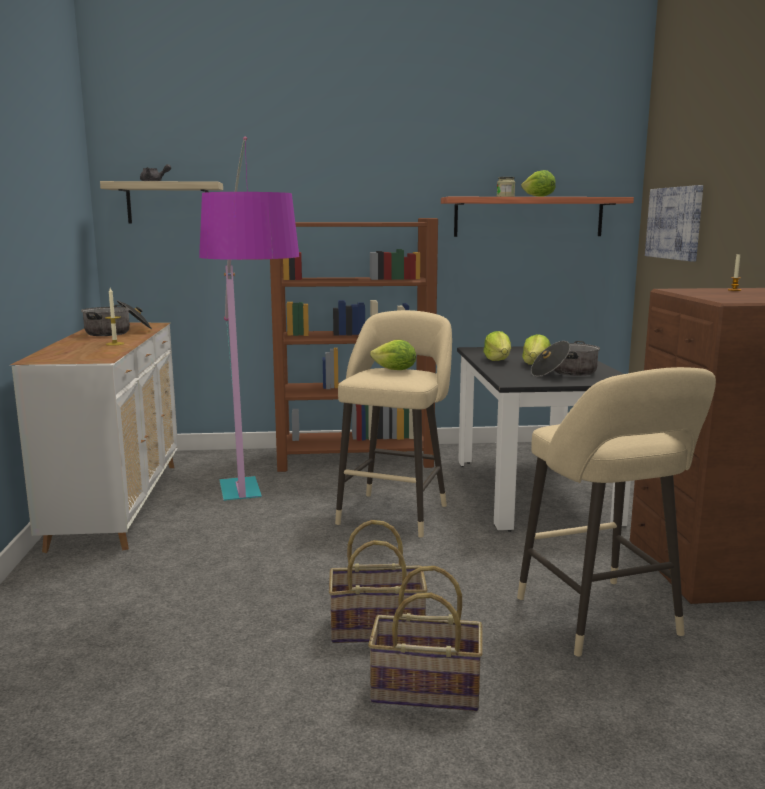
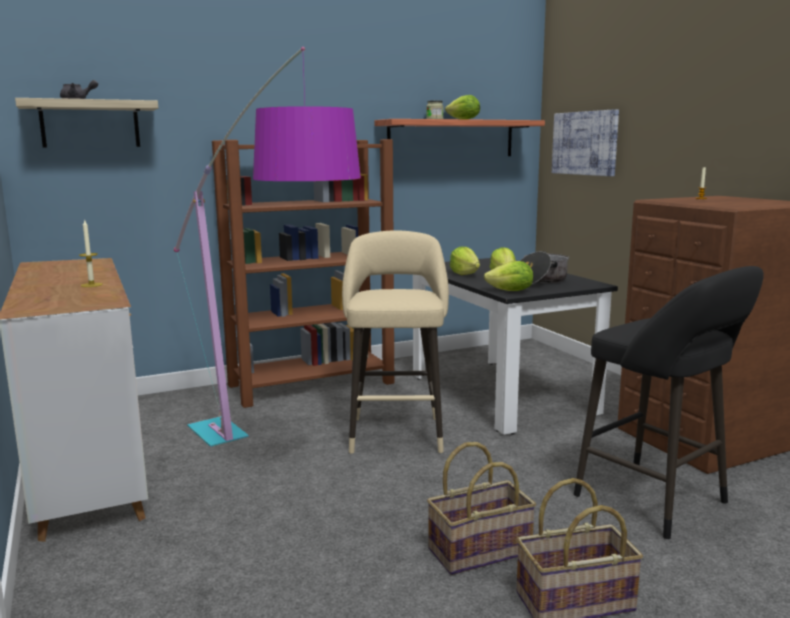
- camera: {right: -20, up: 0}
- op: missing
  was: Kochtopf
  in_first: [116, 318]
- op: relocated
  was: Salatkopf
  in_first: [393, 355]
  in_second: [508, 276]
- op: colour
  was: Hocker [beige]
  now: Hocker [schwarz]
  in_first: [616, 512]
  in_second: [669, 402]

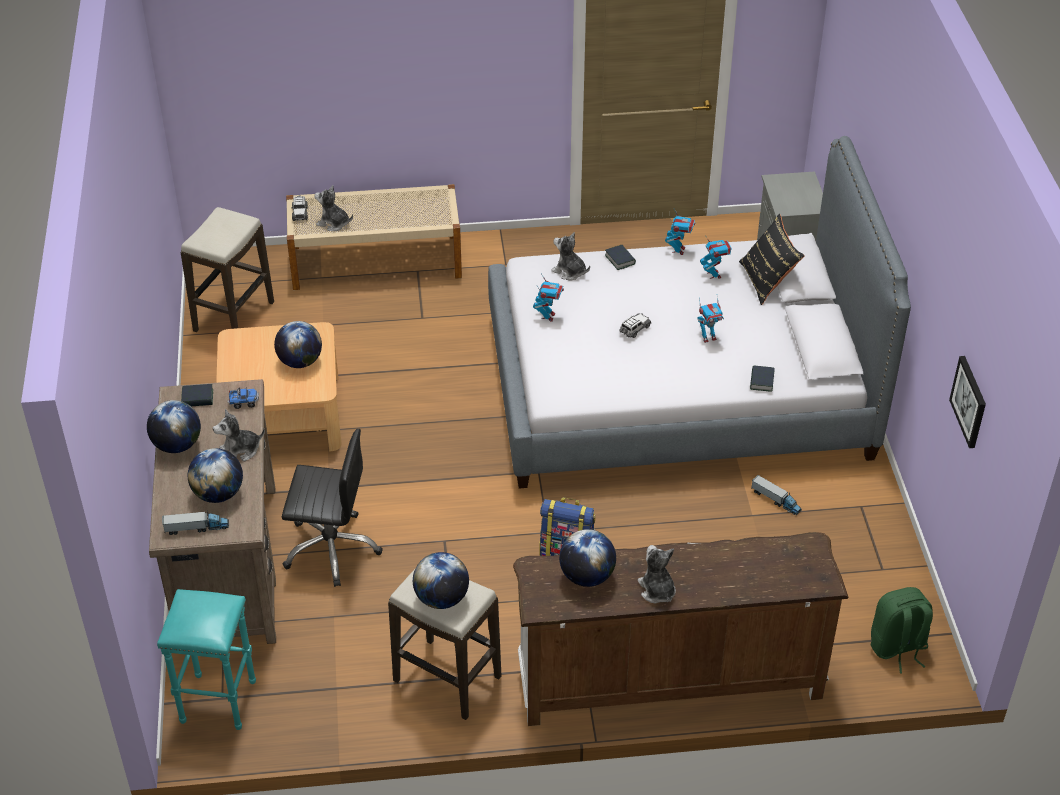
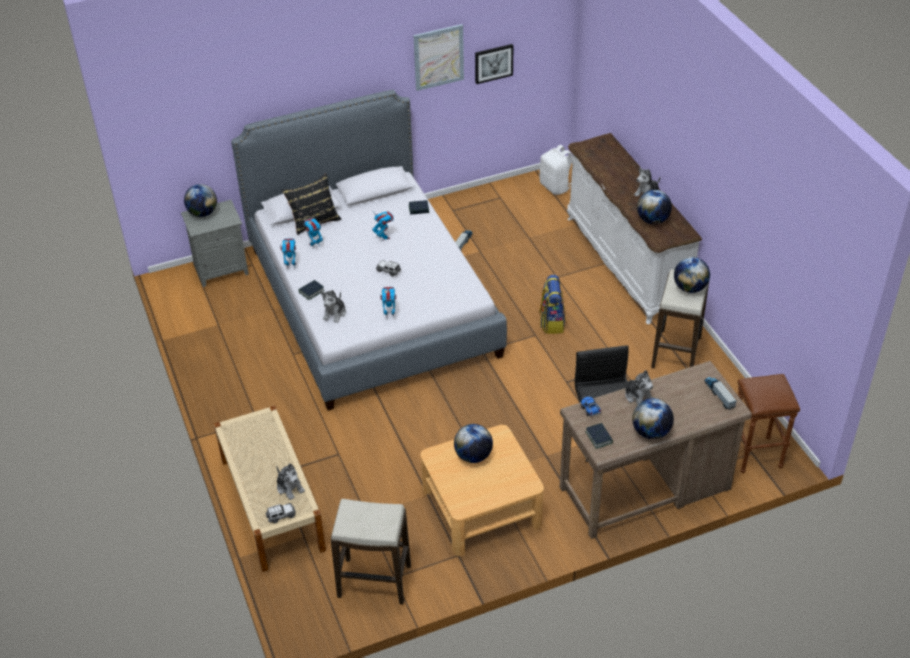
- camera: {right: -105, up: 0}
- op: appeared
  now: Bild
  in_second: [438, 57]
- op: relocated
  was: Globus
  in_first: [215, 475]
  in_second: [200, 200]
- op: colour
  was: Hocker [türkis]
  now: Hocker [braun]
  in_first: [206, 659]
  in_second: [769, 423]
- op: colour
  was: Rucksack [grün]
  now: Rucksack [weiß]
  in_first: [902, 630]
  in_second: [556, 170]
- op: spun
  was: Plüschtier
  in_first: [334, 208]
  in_second: [290, 481]
  clockwise: -45

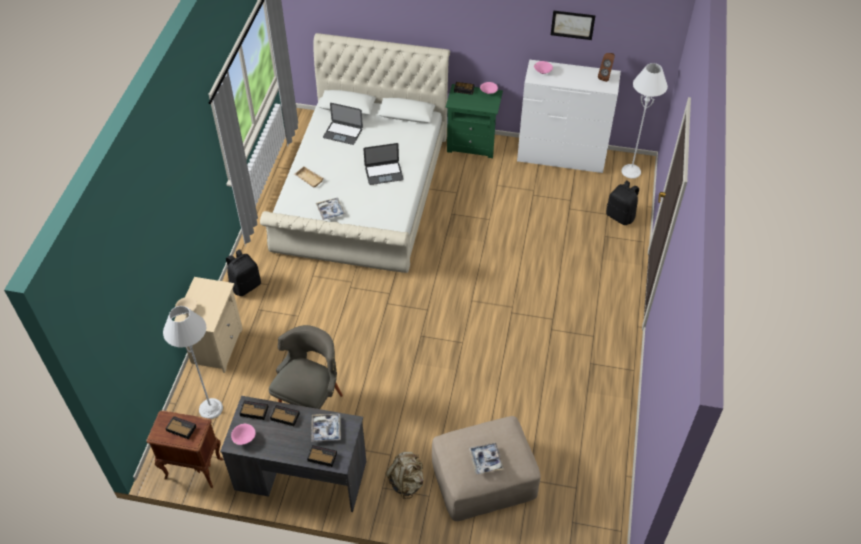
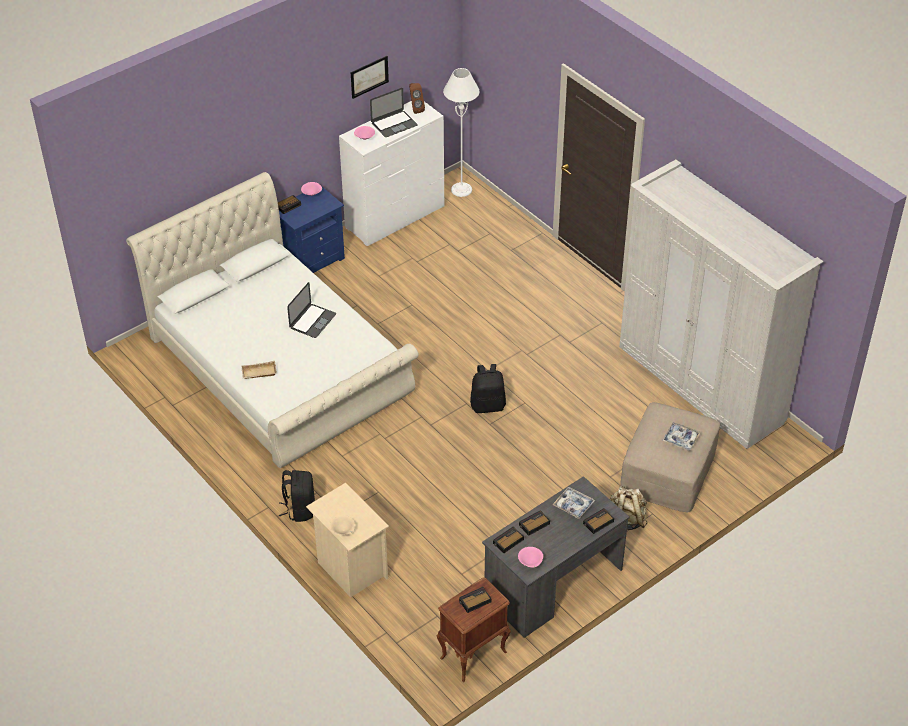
- camera: {right: -50, up: -5}
- op: missing
  was: Stehlampe [grau]
  in_first: [193, 362]
- op: missing
  was: Stuhl [grau]
  in_first: [306, 367]
- op: missing
  was: Tablett
  in_first: [330, 209]
- op: appeared
  now: Kleiderschrank [weiß]
  in_second: [721, 304]
- op: relocated
  was: Laptop
  in_first: [343, 124]
  in_second: [394, 112]
- op: relocated
  was: Rucksack [schwarz]
  in_first: [622, 202]
  in_second: [488, 388]
- op: colour
  was: Nachttisch [grün]
  now: Nachttisch [blau]
  in_first: [474, 121]
  in_second: [312, 230]

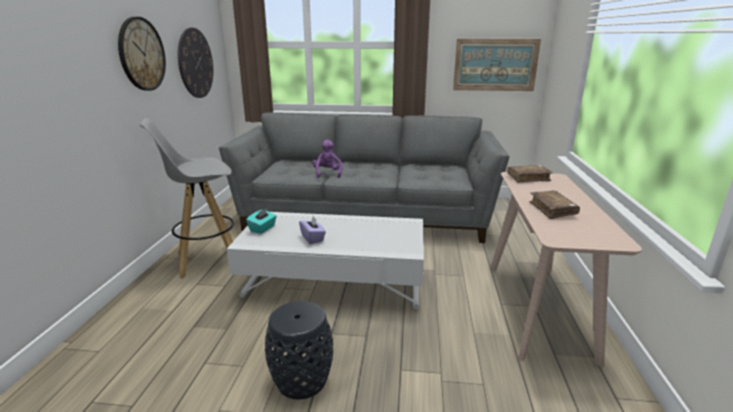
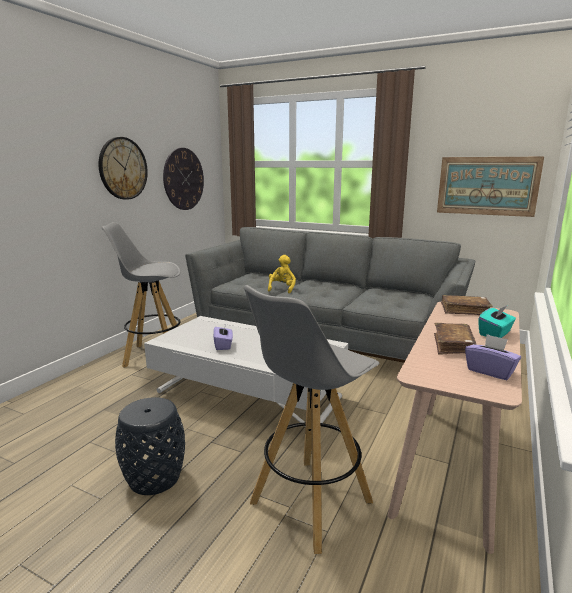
- camera: {right: 20, up: -5}
- op: appeared
  now: Hocker [grau]
  in_second: [311, 419]
- op: appeared
  now: Taschentuchbox [lila]
  in_second: [493, 357]
- op: relocated
  was: Taschentuchbox [türkis]
  in_first: [261, 221]
  in_second: [497, 322]
- op: colour
  was: Plüschtier [lila]
  now: Plüschtier [gelb]
  in_first: [327, 159]
  in_second: [282, 274]

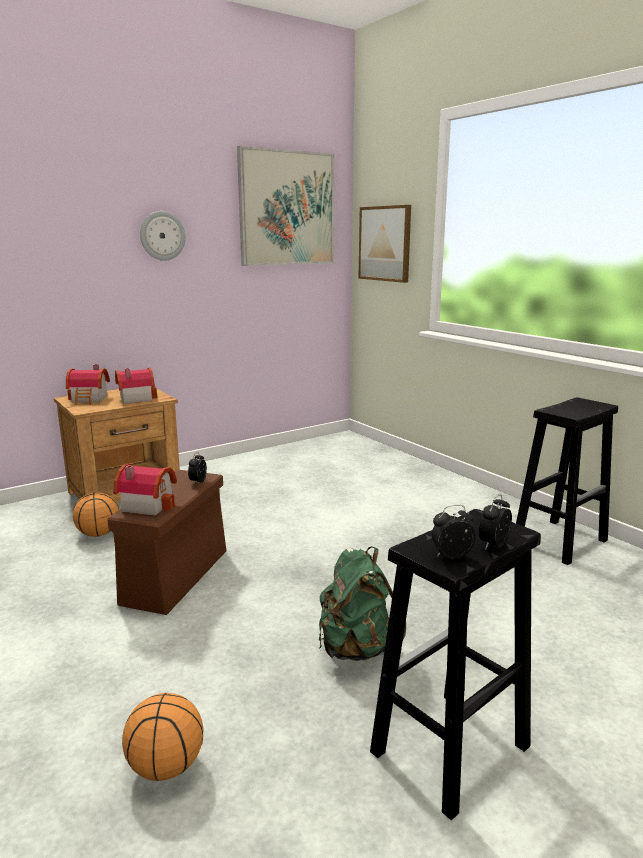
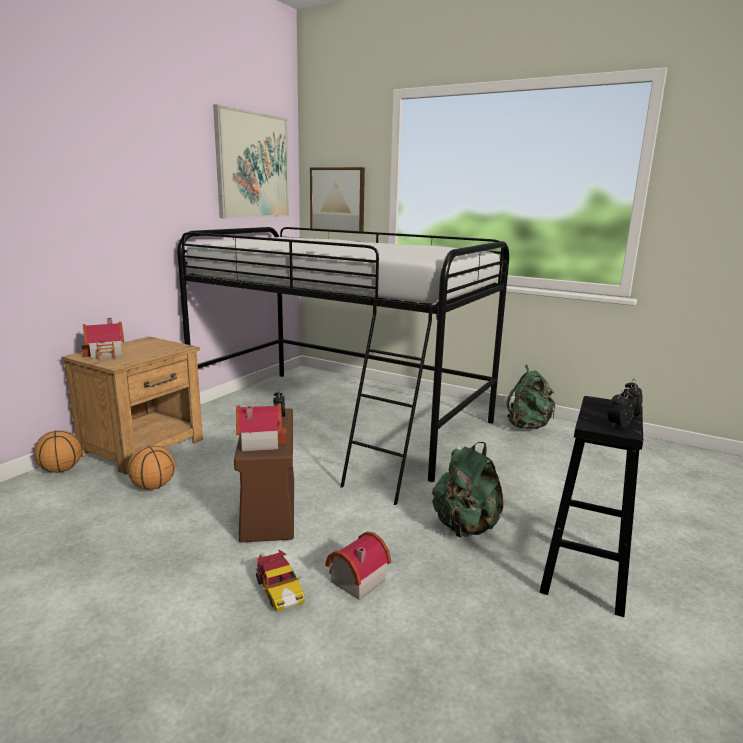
- camera: {right: -25, up: 0}
- op: missing
  was: Wanduhr
  in_first: [163, 236]
- op: appeared
  now: Bett [schwarz]
  in_second: [343, 366]
- op: appeared
  now: Spielzeugauto
  in_second: [280, 581]
- op: relocated
  was: Spielzeughaus
  in_first: [136, 386]
  in_second: [358, 565]
- op: relocated
  was: Basketball
  in_first: [162, 737]
  in_second: [58, 451]
- op: exchanged
  was: Hocker [schwarz]
  now: Rucksack [grün]
  in_first: [567, 481]
  in_second: [531, 397]

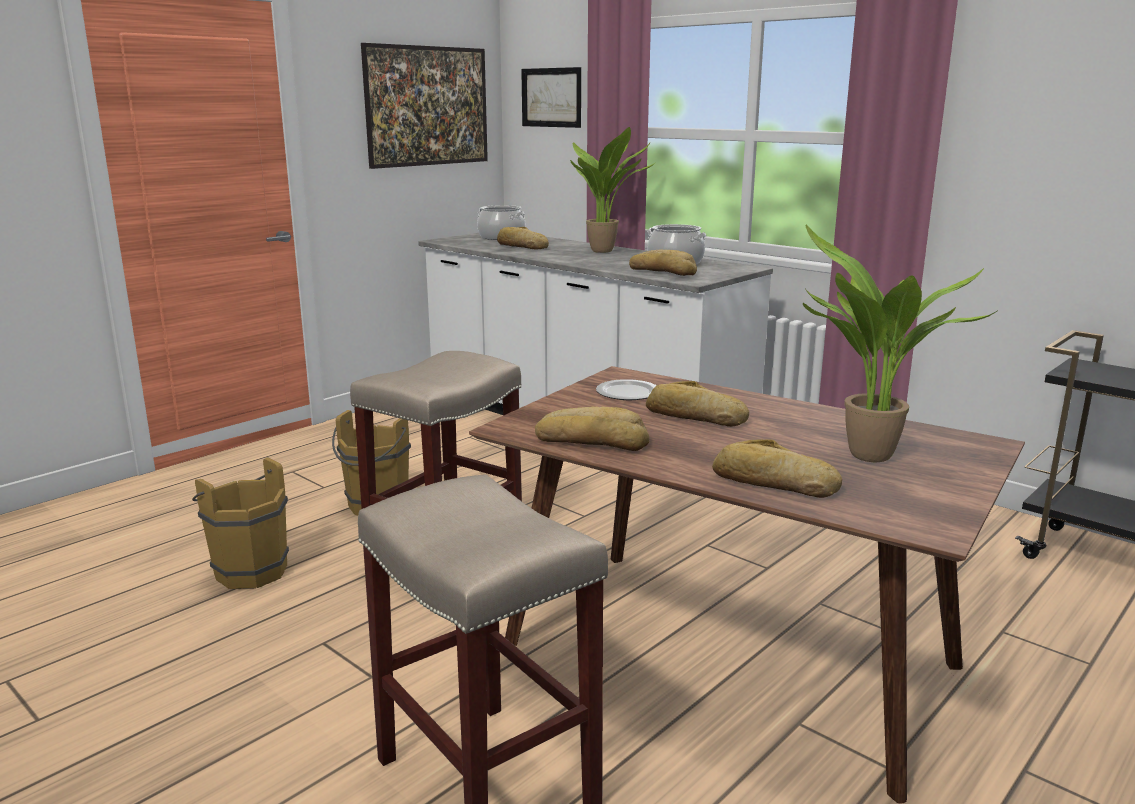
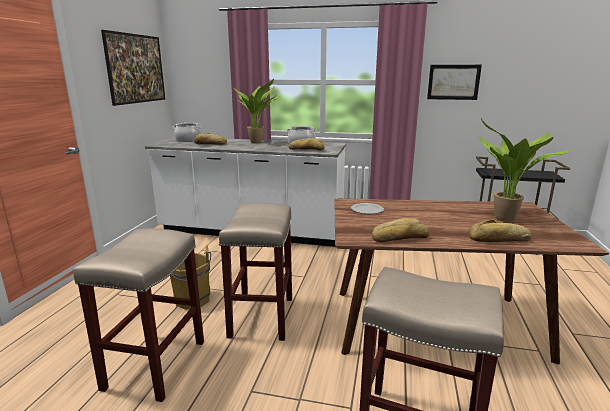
- camera: {right: -30, up: 0}
- op: missing
  was: Brot
  in_first: [697, 404]
- op: relocated
  was: Bild
  in_first: [551, 97]
  in_second: [454, 82]
- op: exchanged
  was: Eimer [braun]
  now: Hocker [beige]
  in_first: [240, 523]
  in_second: [138, 315]

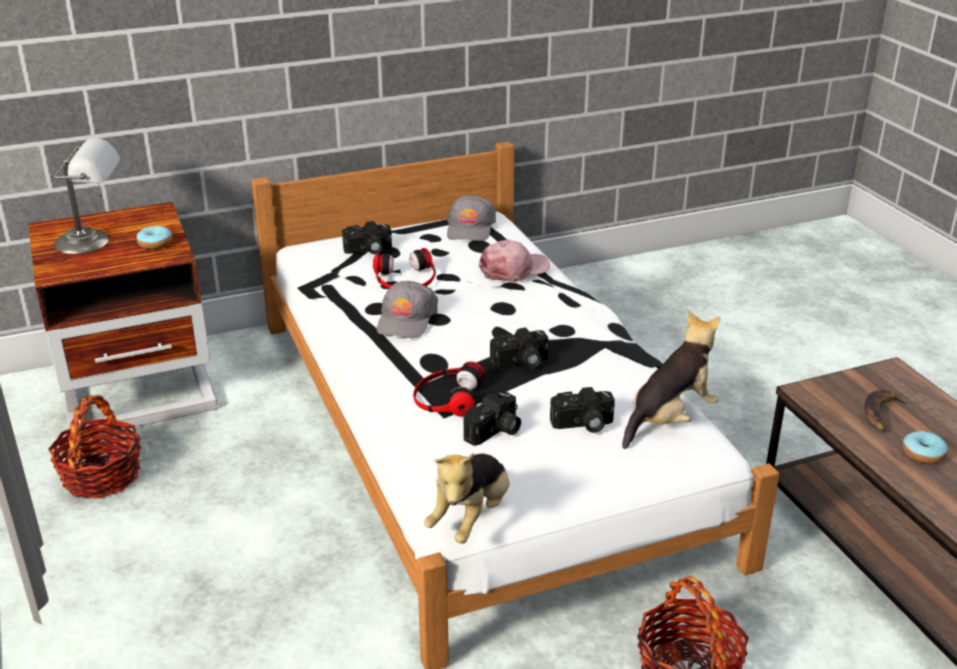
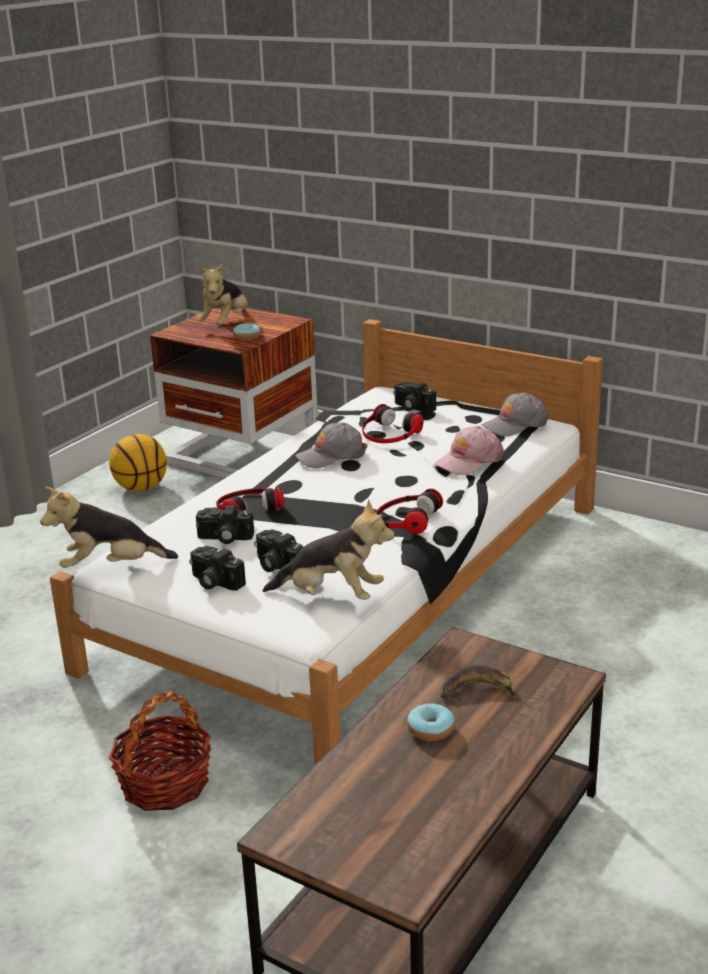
- camera: {right: 55, up: -5}
- op: appeared
  now: Kopfhörer
  in_second: [409, 511]
- op: relocated
  was: Kamera
  in_first: [519, 347]
  in_second: [217, 568]
- op: exchanged
  was: Korb
  now: Basketball
  in_first: [94, 447]
  in_second: [138, 462]
- op: exchanged
  was: Tischlampe [weiß]
  now: Plüschtier
  in_first: [86, 196]
  in_second: [222, 295]
- op: spun
  was: Kappe [rosa]
  in_first: [514, 261]
  in_second: [469, 451]
  clockwise: 120

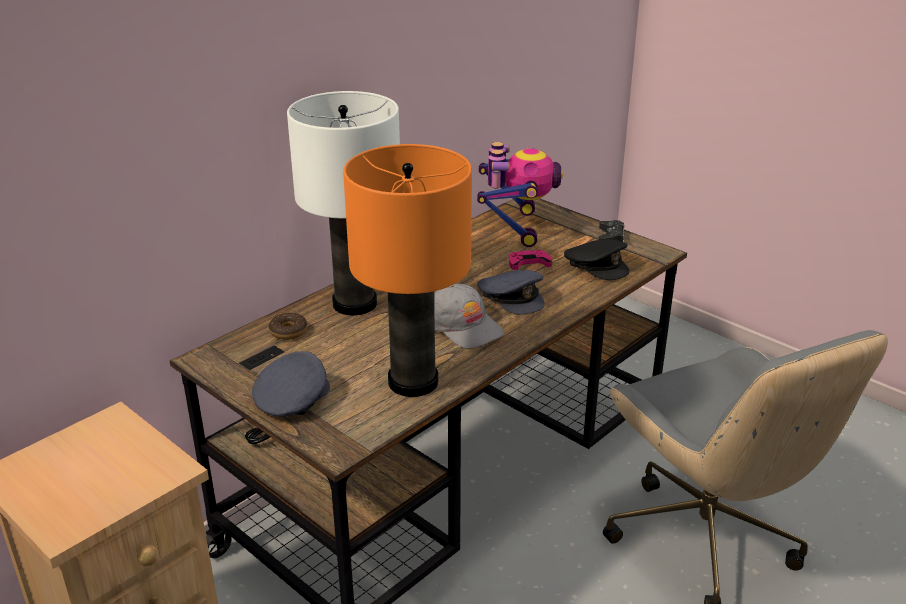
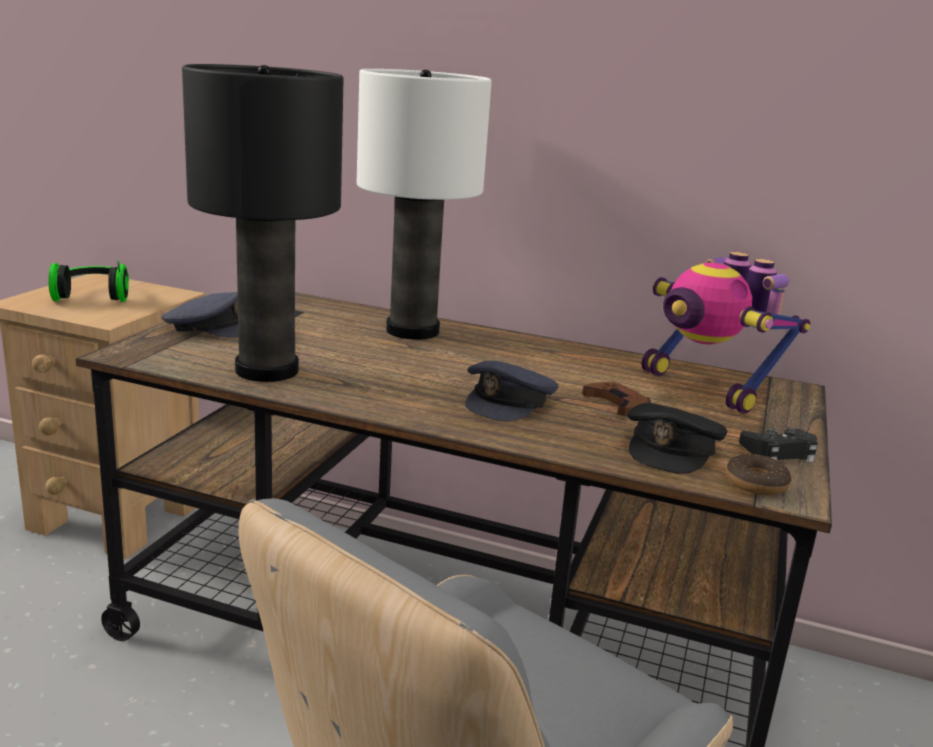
- camera: {right: 65, up: -10}
- op: missing
  was: Kappe [grau]
  in_first: [469, 316]
- op: appeared
  now: Kopfhörer
  in_second: [88, 281]
- op: relocated
  was: Donut
  in_first: [288, 326]
  in_second: [758, 474]
- op: colour
  was: Tischlampe [orange]
  now: Tischlampe [schwarz]
  in_first: [407, 270]
  in_second: [263, 223]
- op: colour
  was: Gamepad [rosa]
  now: Gamepad [braun]
  in_first: [530, 260]
  in_second: [617, 399]
- op: spun
  was: Spielzeugroboter
  in_first: [520, 194]
  in_second: [726, 333]
  clockwise: 75

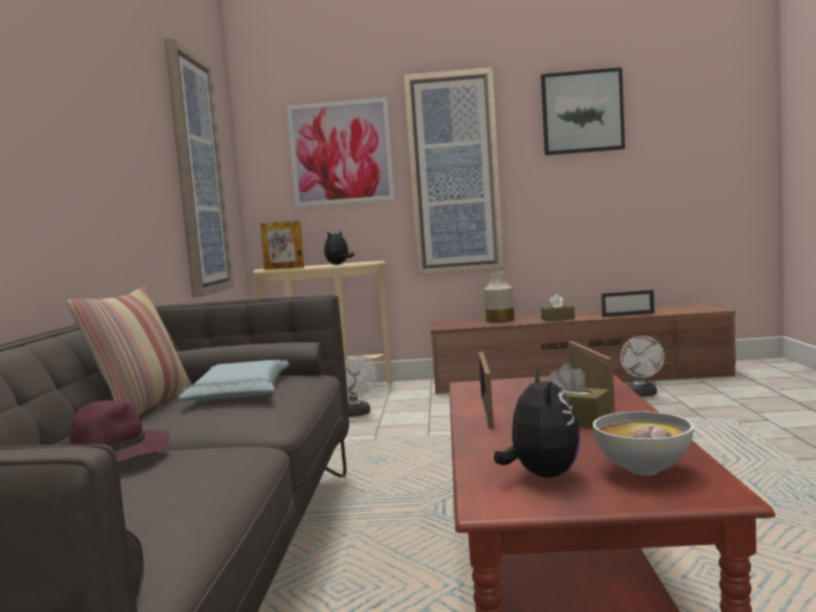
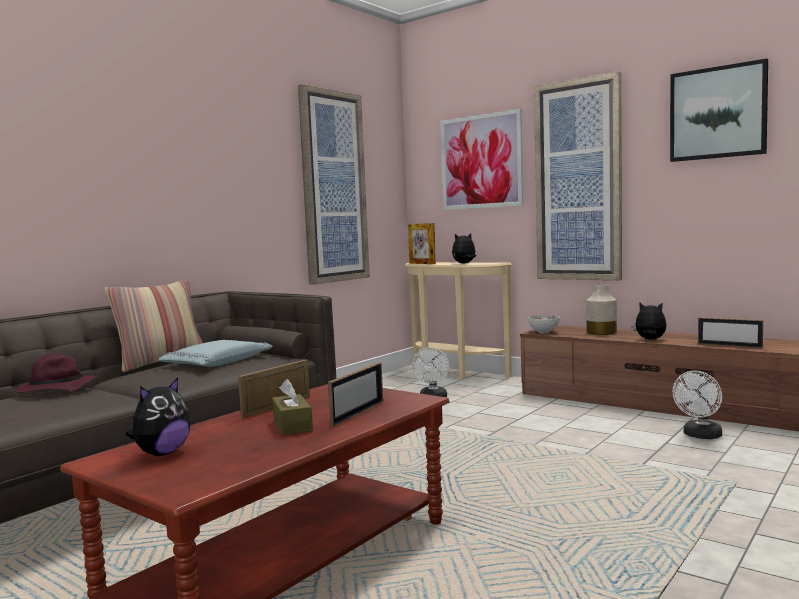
- camera: {right: 35, up: 0}
- op: relocated
  was: Schüssel
  in_first: [643, 443]
  in_second: [544, 324]
- op: exchanged
  was: Taschentuchbox [braun]
  now: Plüschtier
  in_first: [558, 308]
  in_second: [649, 320]

